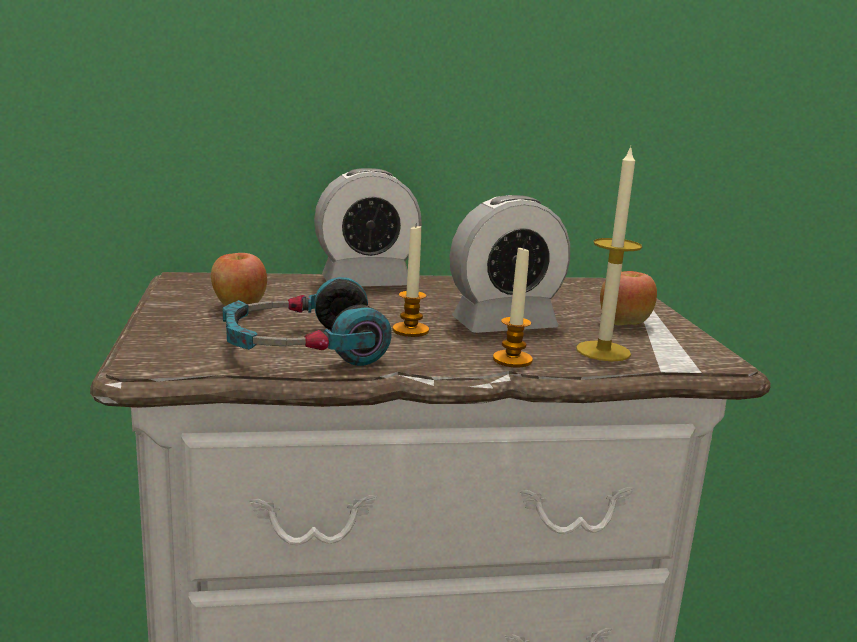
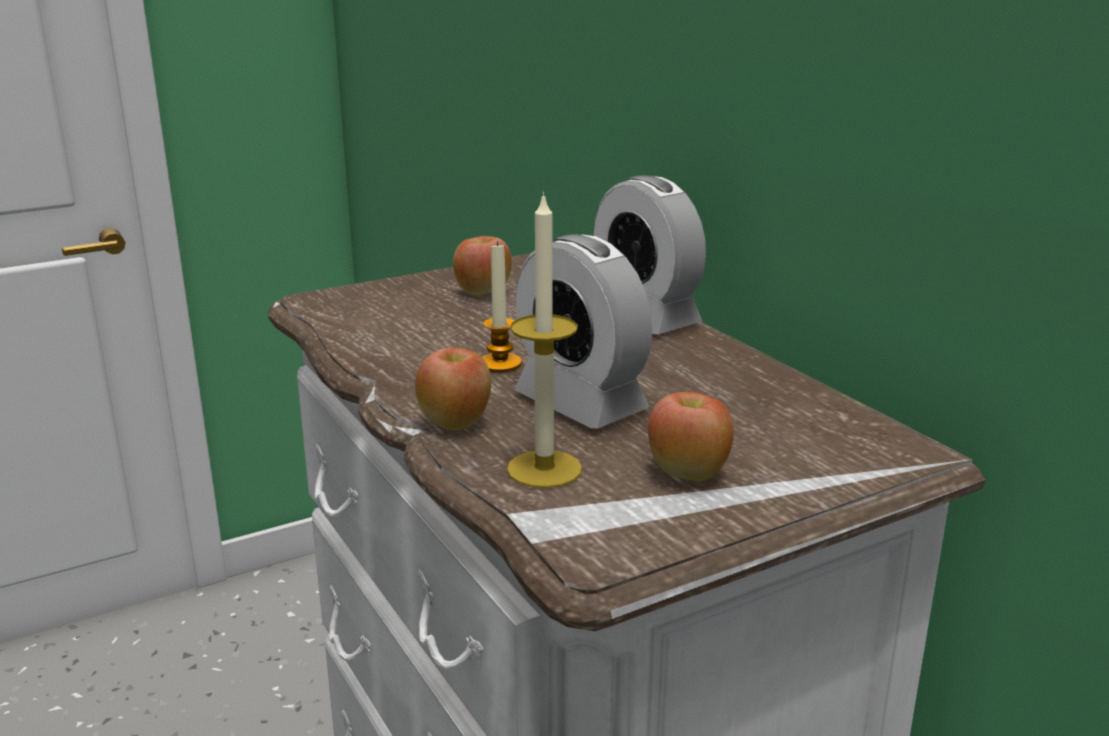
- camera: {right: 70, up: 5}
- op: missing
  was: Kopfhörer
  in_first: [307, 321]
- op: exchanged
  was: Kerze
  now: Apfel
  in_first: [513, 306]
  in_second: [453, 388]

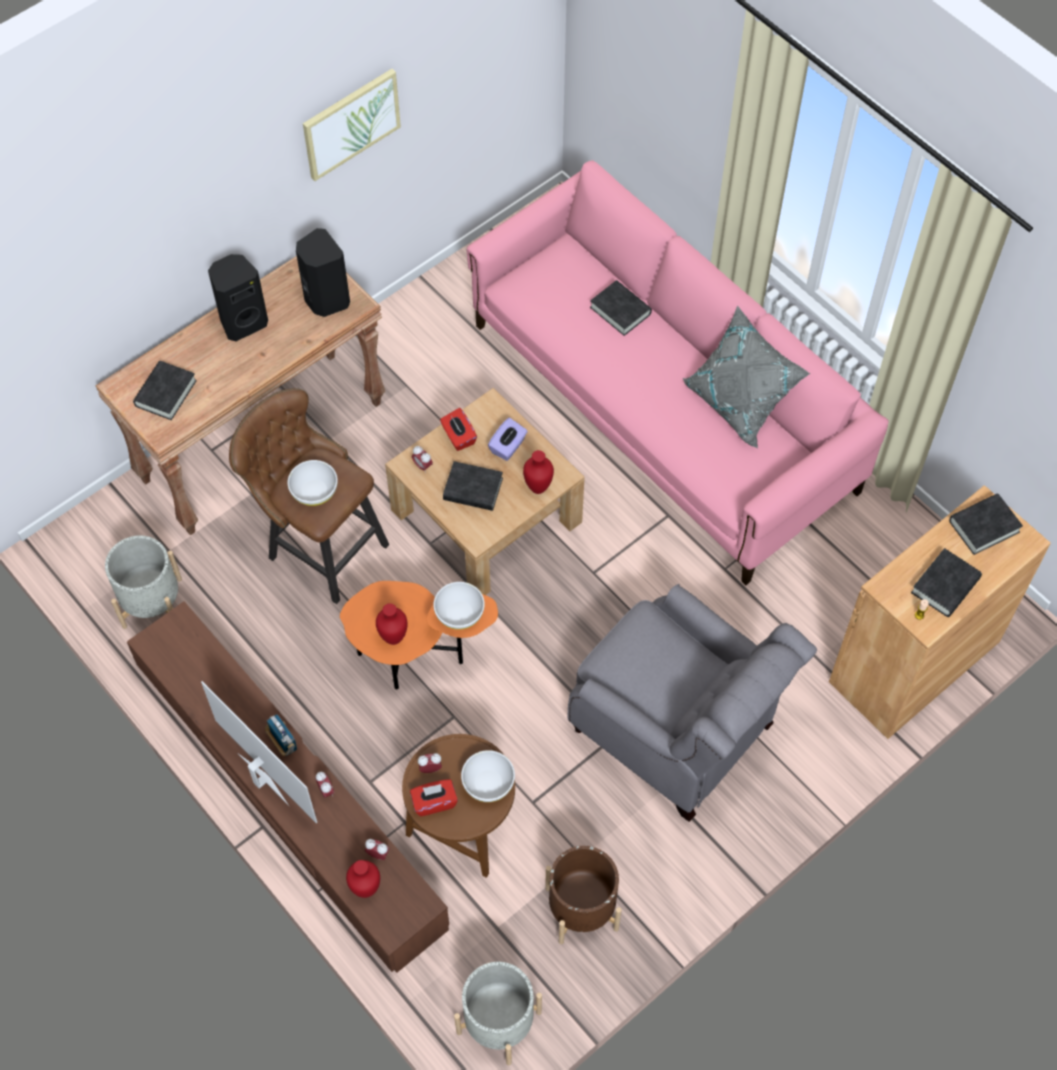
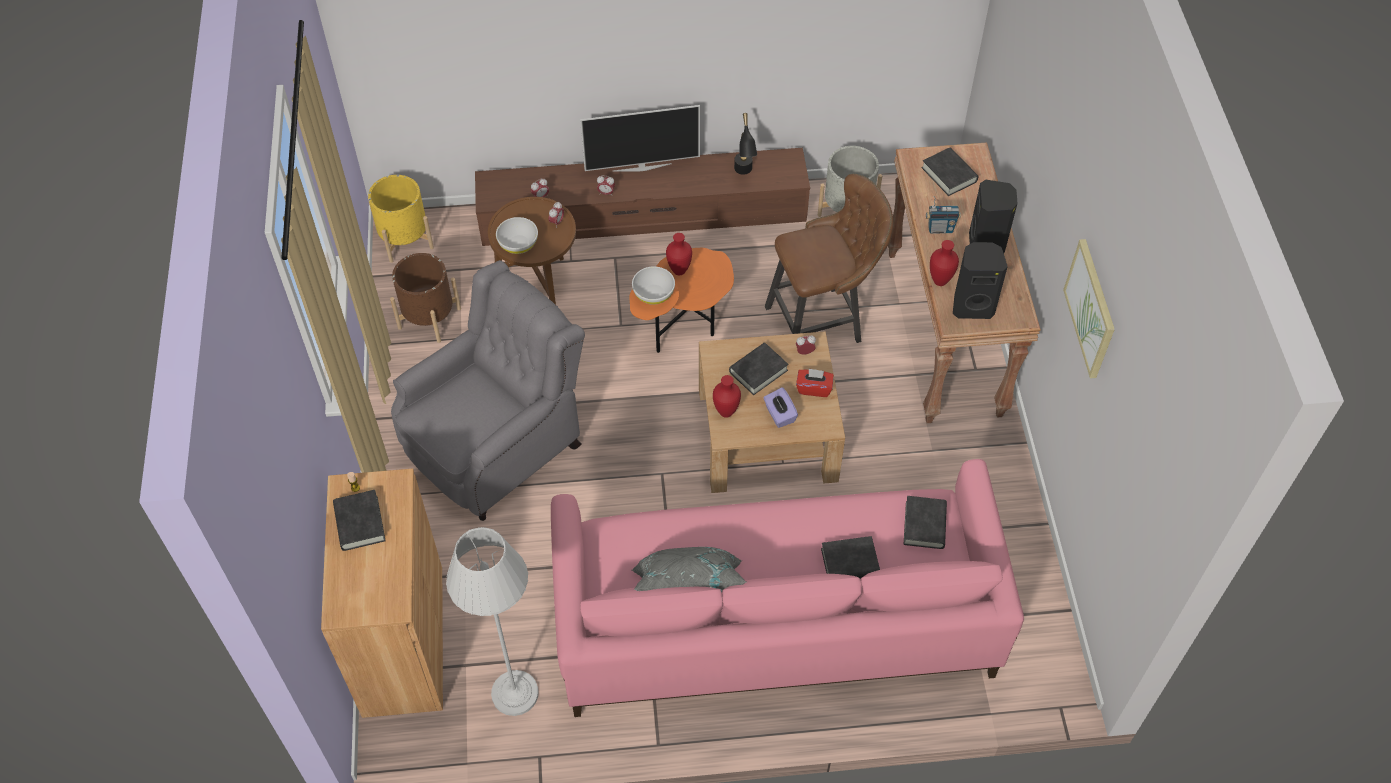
- camera: {right: 125, up: -5}
- op: missing
  was: Schüssel [weiß]
  in_first: [313, 483]
- op: missing
  was: Taschentuchbox [rot]
  in_first: [434, 798]
- op: appeared
  now: Stehlampe [grau]
  in_second: [492, 621]
- op: appeared
  now: Tischlampe [schwarz]
  in_second: [745, 144]
- op: relocated
  was: Radio
  in_first: [281, 735]
  in_second: [943, 214]
- op: relocated
  was: Vase [rot]
  in_first: [363, 879]
  in_second: [944, 263]
- op: relocated
  was: Buch [schwarz]
  in_first: [986, 524]
  in_second: [925, 522]
- op: colour
  was: Pflanzkübel [grau]
  now: Pflanzkübel [gelb]
  in_first: [498, 1013]
  in_second: [401, 219]
- op: spun
  was: Sessel [grau]
  in_first: [692, 703]
  in_second: [488, 390]
  clockwise: 150

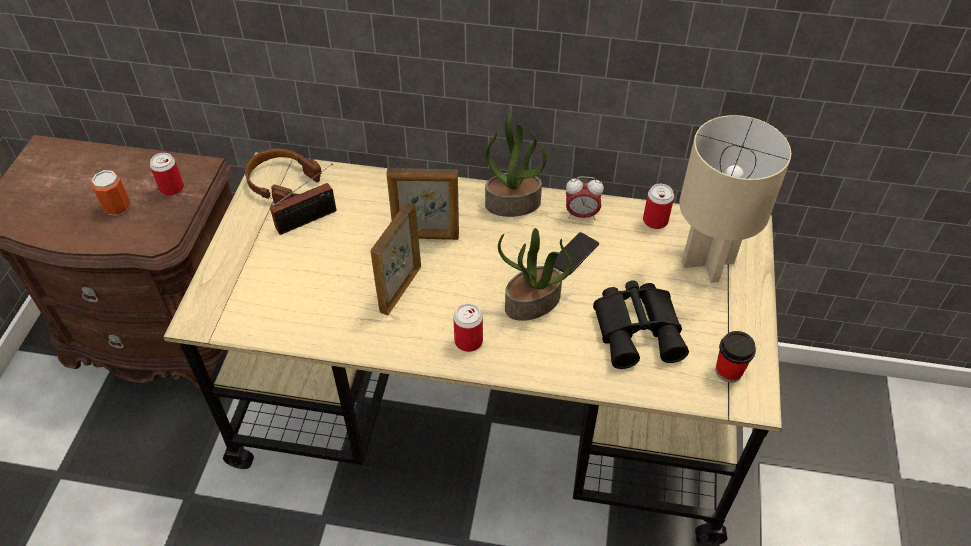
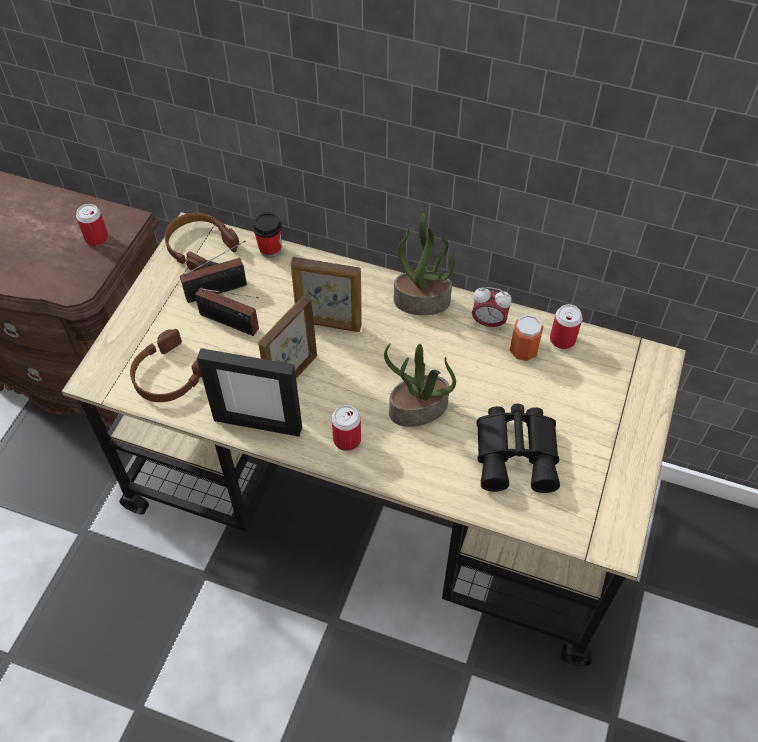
- camera: {right: 10, up: 5}
- op: missing
  was: Handy
  in_first: [576, 253]
- op: missing
  was: Tischlampe [beige]
  in_first: [735, 199]
- op: appeared
  now: Kopfhörer [braun]
  in_second: [166, 365]
- op: appeared
  now: Radio
  in_second: [227, 312]
- op: appeared
  now: Bilderrahmen
  in_second: [249, 392]
- op: relocated
  was: Dose
  in_first: [111, 193]
  in_second: [527, 337]
- op: relocated
  was: Tasse
  in_first: [736, 357]
  in_second: [267, 235]

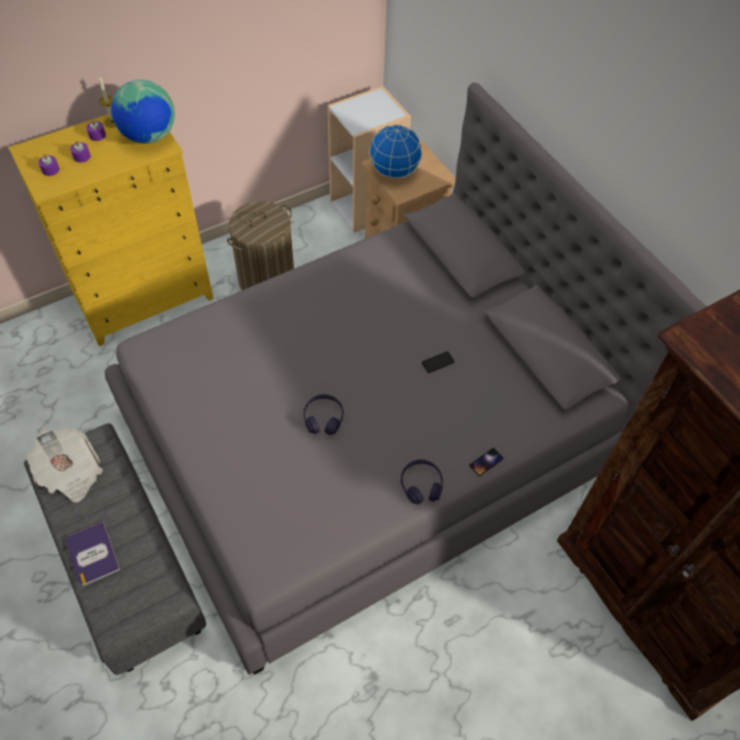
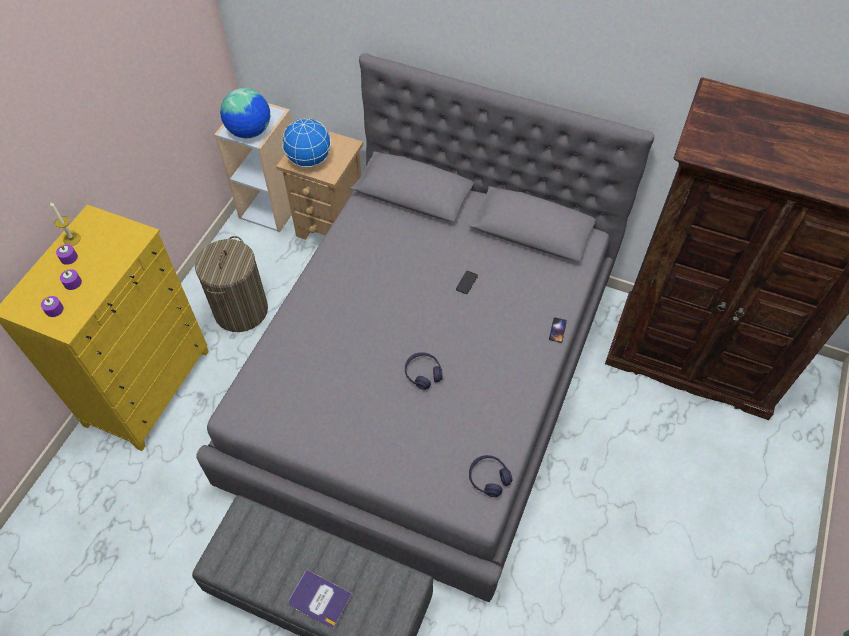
- camera: {right: -35, up: 0}
- op: missing
  was: Zeitung
  in_first: [65, 465]
- op: relocated
  was: Globus
  in_first: [143, 112]
  in_second: [245, 113]
- op: relocated
  was: Kopfhörer [lila]
  in_first: [422, 481]
  in_second: [490, 476]

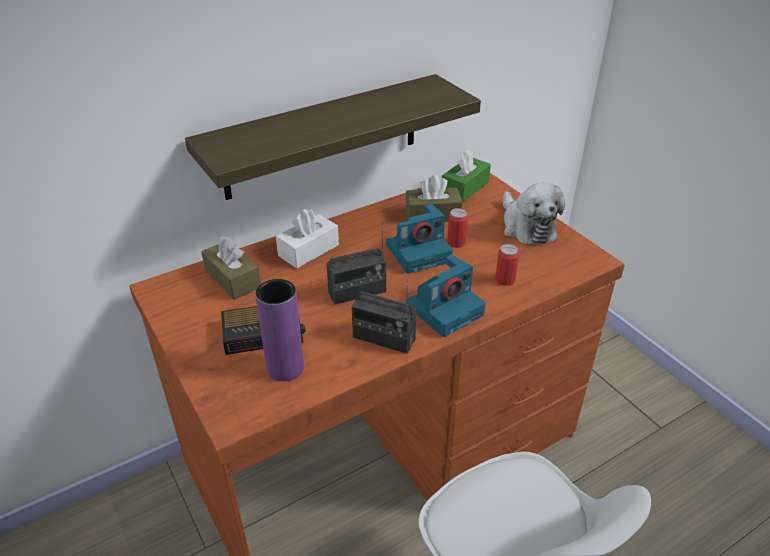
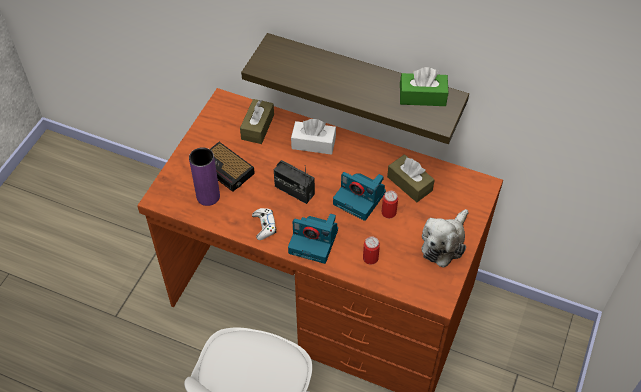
- camera: {right: 55, up: 15}
- op: relocated
  was: Taschentuchbox [grün]
  in_first: [466, 176]
  in_second: [424, 86]
- op: exchanged
  was: Radio
  now: Gamepad [weiß]
  in_first: [384, 317]
  in_second: [264, 224]

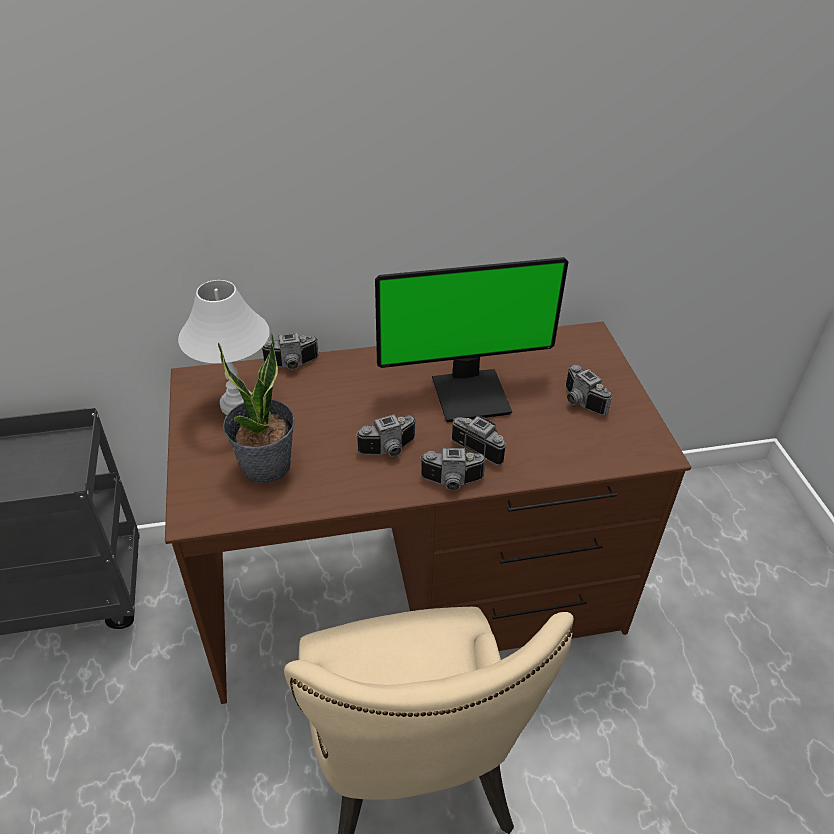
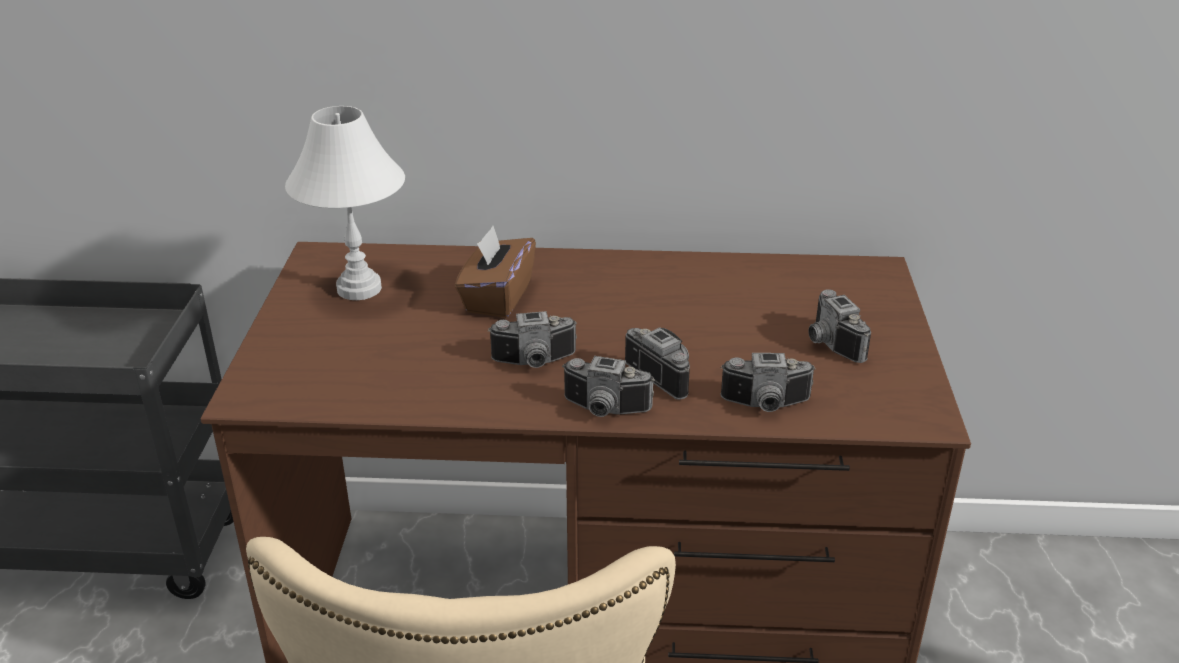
- camera: {right: 15, up: -10}
- op: missing
  was: Topfpflanze
  in_first: [256, 409]
- op: missing
  was: Monitor
  in_first: [471, 339]
- op: appeared
  now: Taschentuchbox [braun]
  in_second: [495, 272]
- op: relocated
  was: Kamera
  in_first: [290, 351]
  in_second: [768, 382]

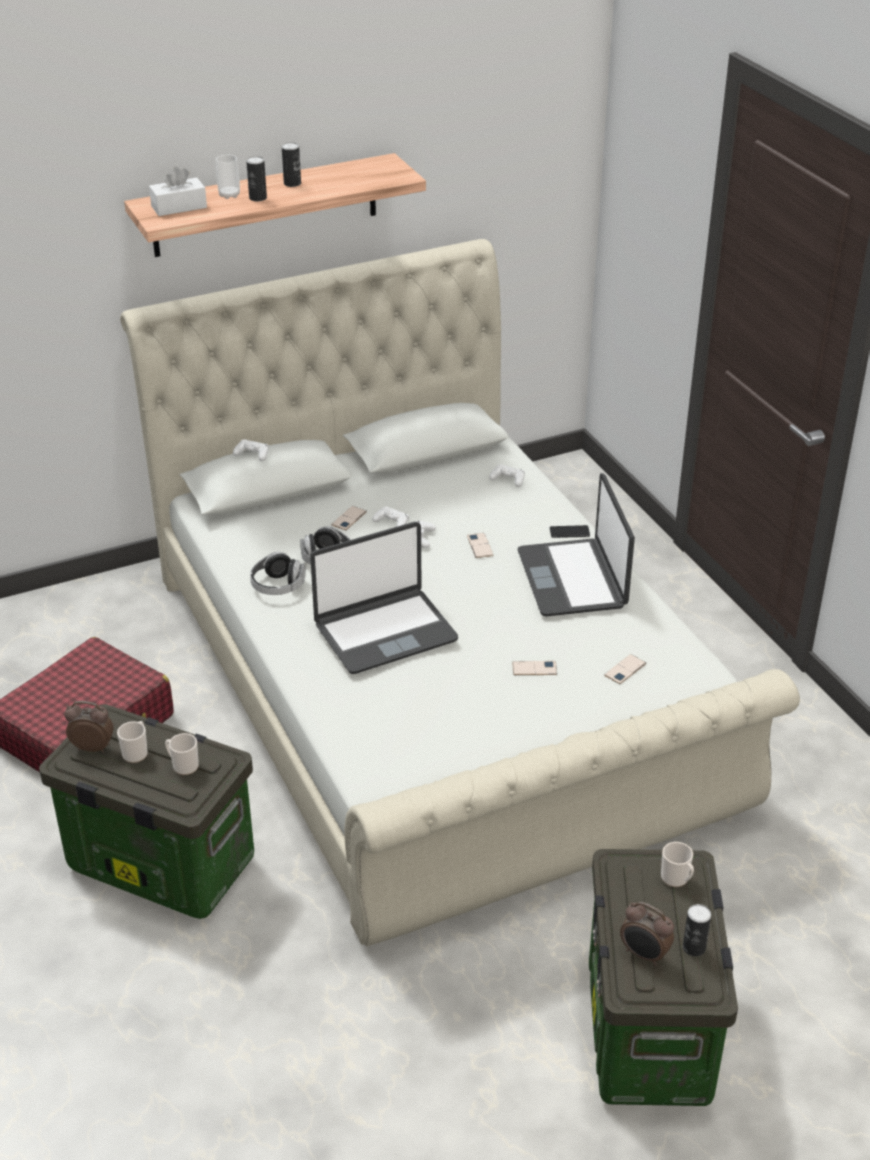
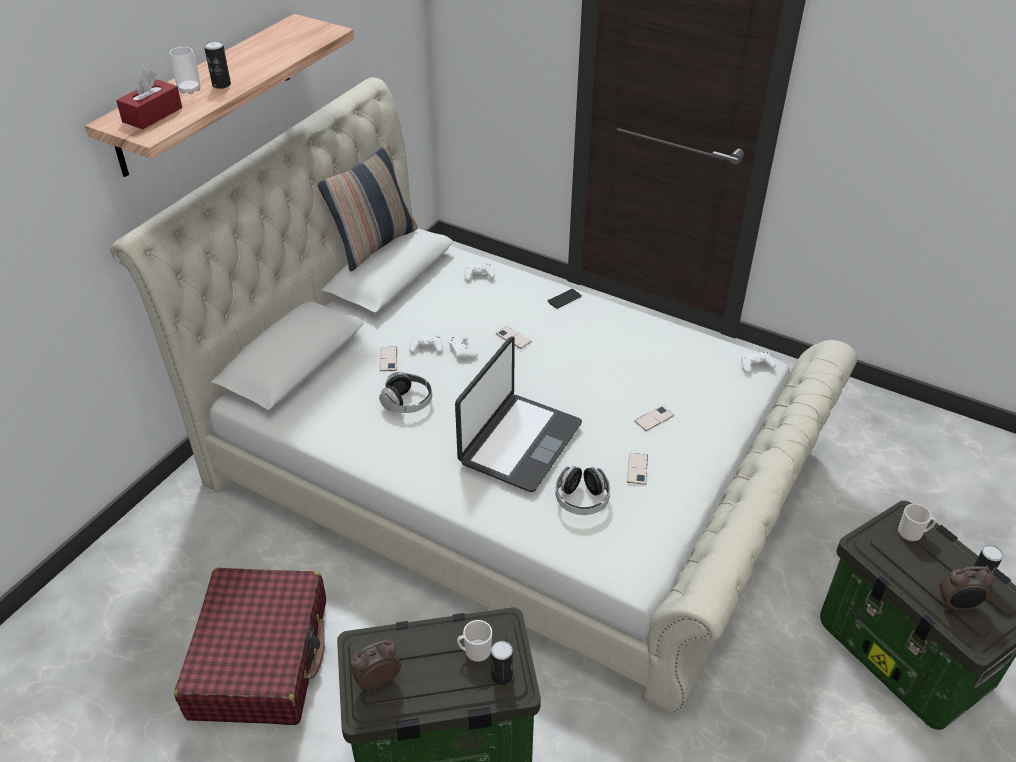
- camera: {right: -35, up: 5}
- op: missing
  was: Henkelbecher
  in_first: [132, 742]
- op: missing
  was: Laptop
  in_first: [576, 545]
- op: appeared
  now: Kissen
  in_second: [367, 207]
- op: relocated
  was: Gamepad [weiß]
  in_first: [251, 450]
  in_second: [758, 363]
- op: relocated
  was: Kopfhörer
  in_first: [277, 573]
  in_second: [583, 490]
- op: relocated
  was: Dose
  in_first: [291, 164]
  in_second: [502, 663]
- op: relocated
  was: Handy
  in_first: [625, 669]
  in_second: [637, 469]
- op: colour
  was: Taschentuchbox [weiß]
  now: Taschentuchbox [rot]
  in_first: [178, 191]
  in_second: [149, 100]

